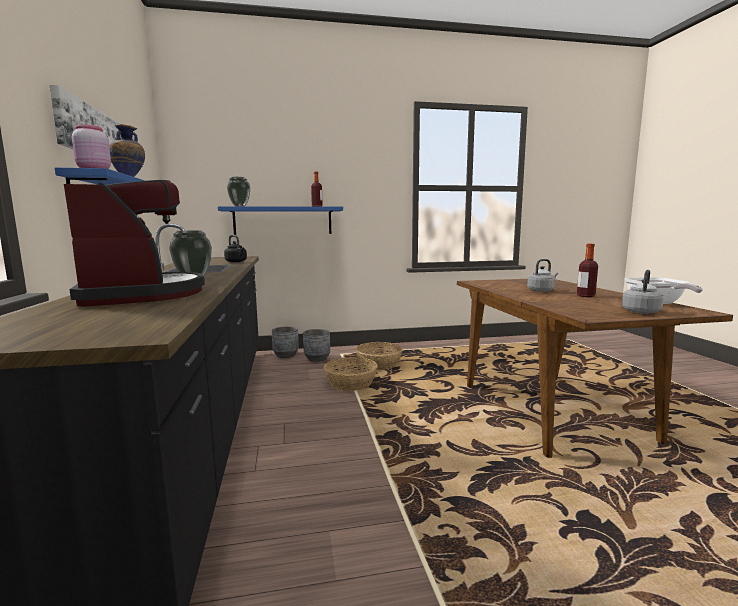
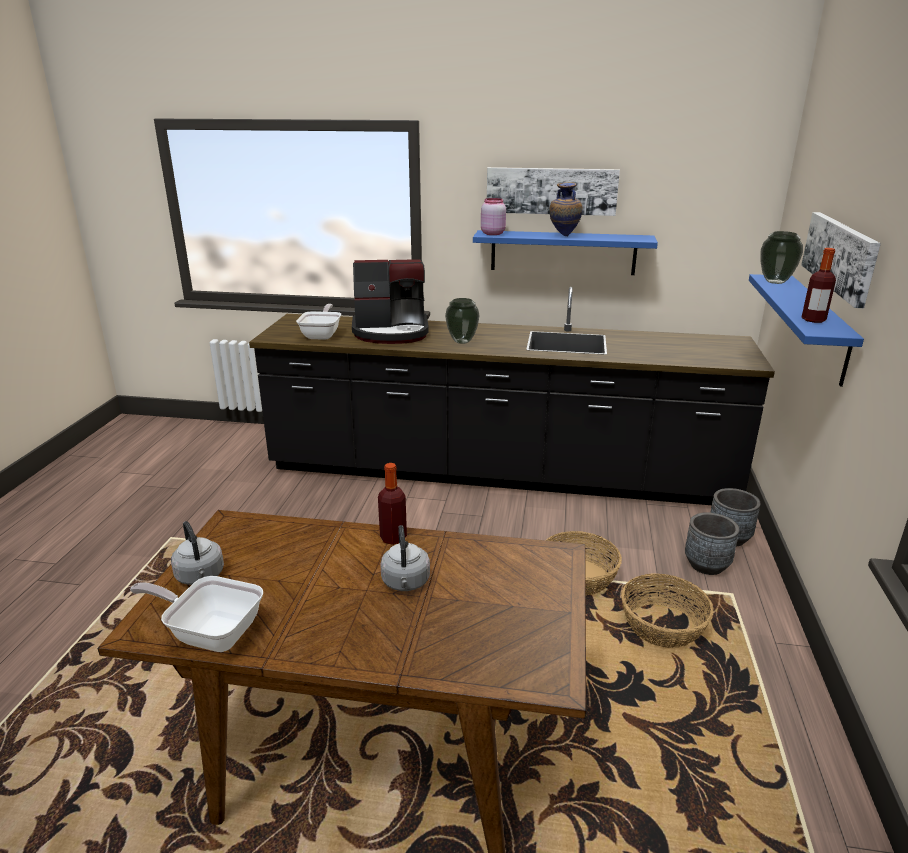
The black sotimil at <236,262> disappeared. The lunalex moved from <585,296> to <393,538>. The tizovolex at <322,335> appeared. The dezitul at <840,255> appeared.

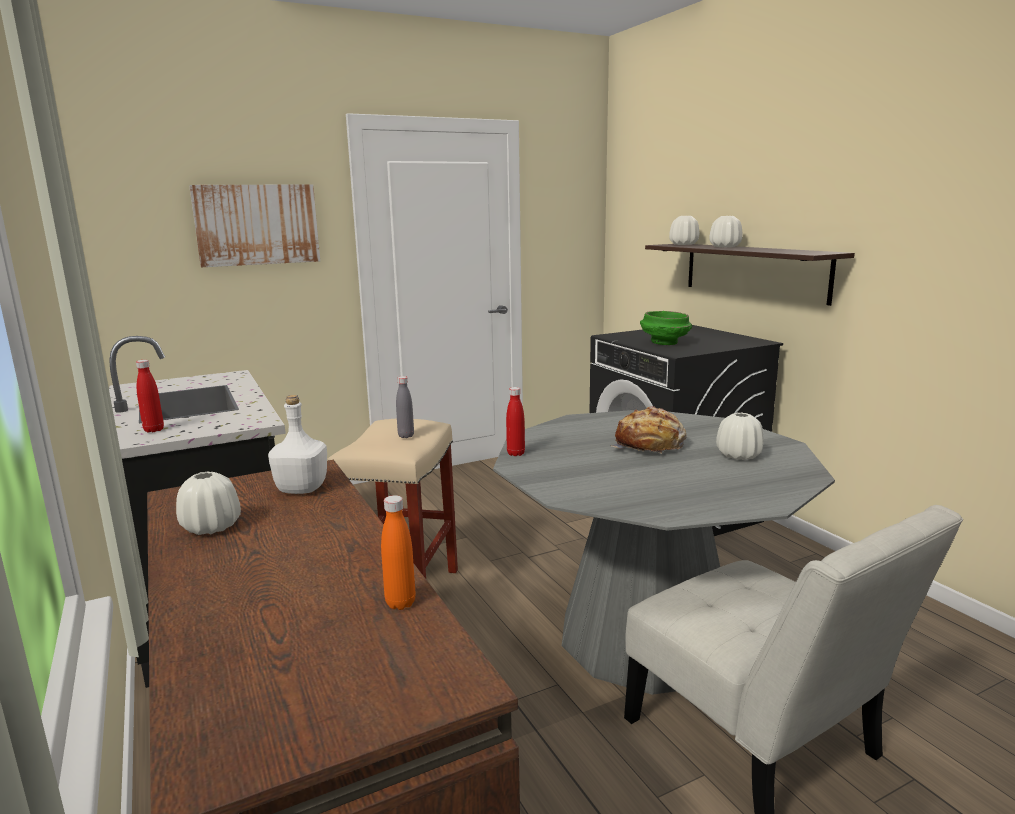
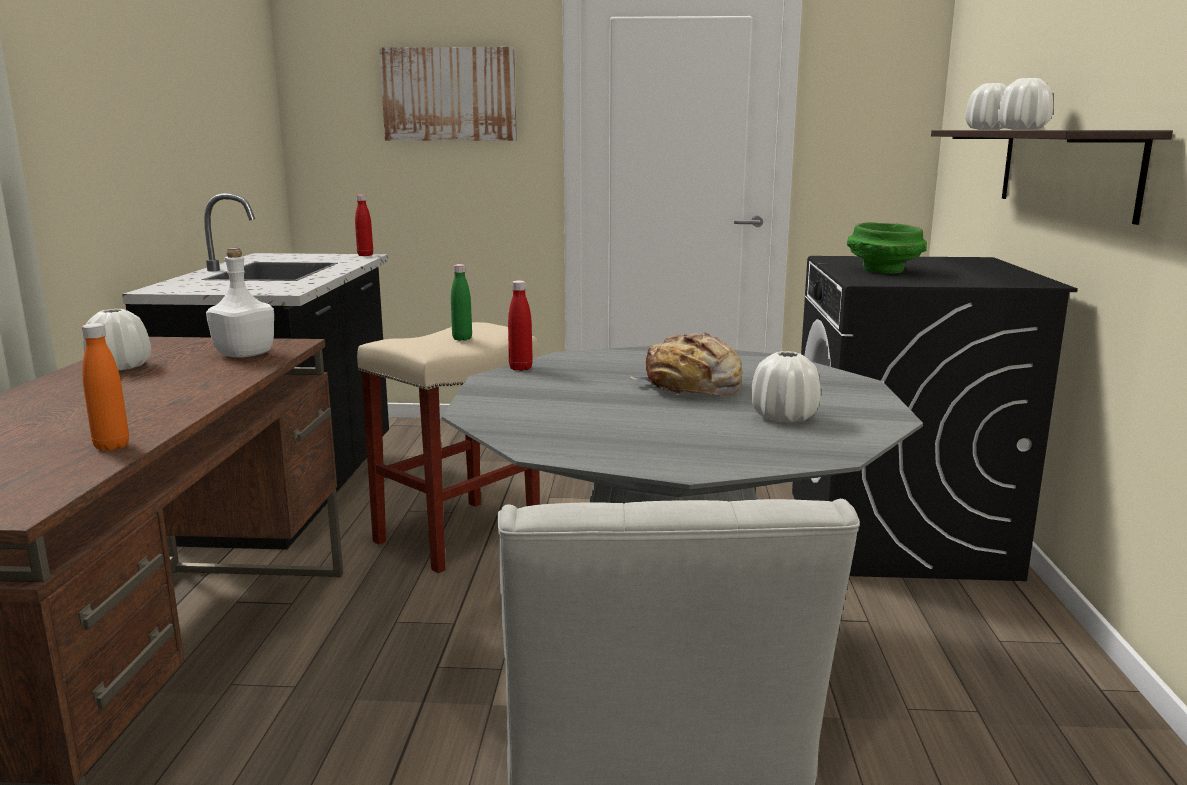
The red lunalex moved from <154,430> to <365,255>. The grey lunalex at <406,436> became the green lunalex at <462,339>.

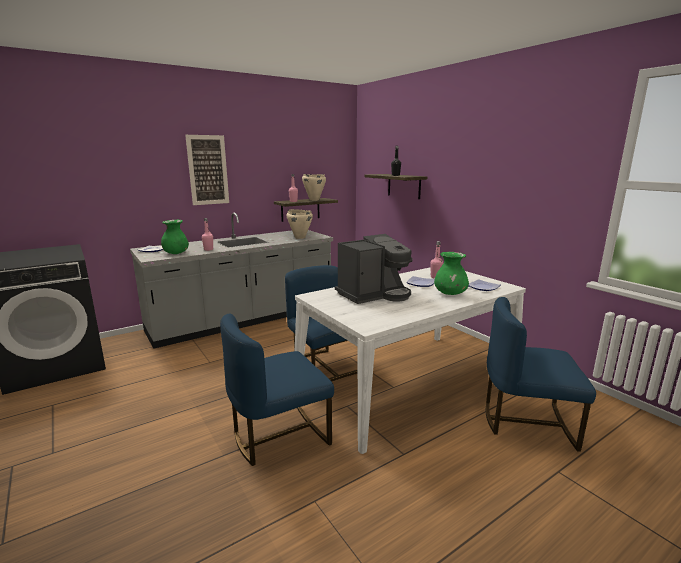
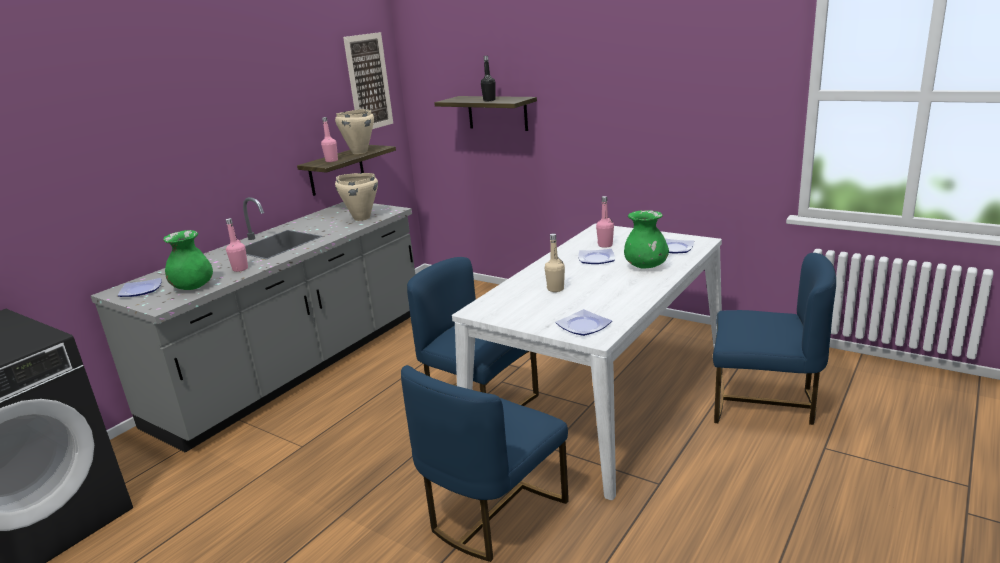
The dezitul moved from <208,170> to <369,82>. The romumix at <374,294> was replaced by the beige lunalex at <555,289>. The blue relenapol at <527,422> turned 150 degrees counterclockwise. The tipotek at <582,326> appeared.

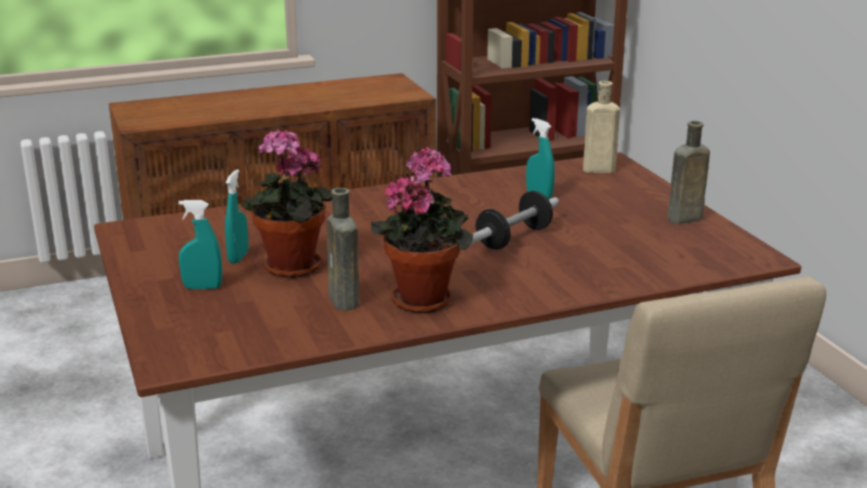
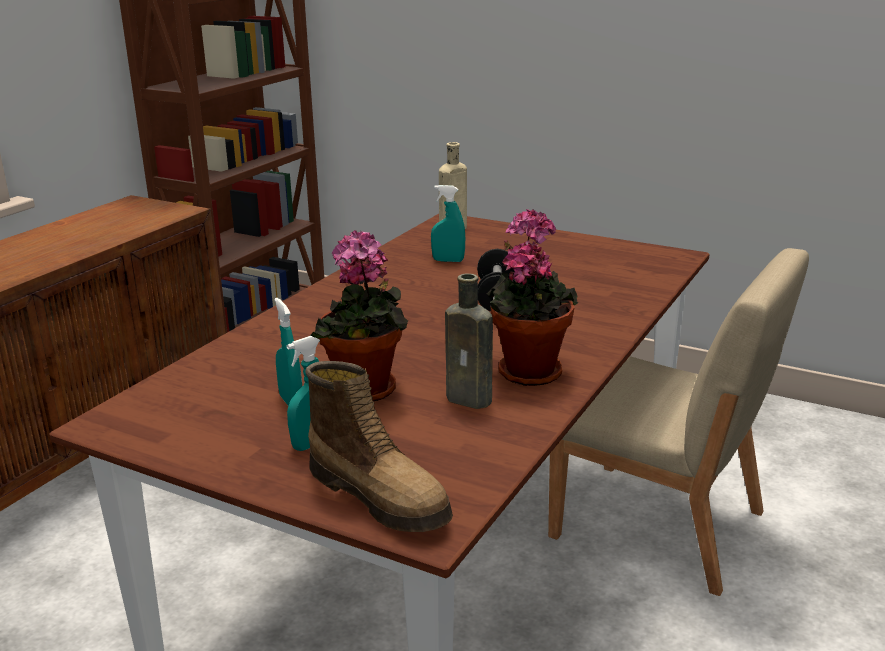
The brown lunalex at <682,219> disappeared. The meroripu at <380,496> appeared.

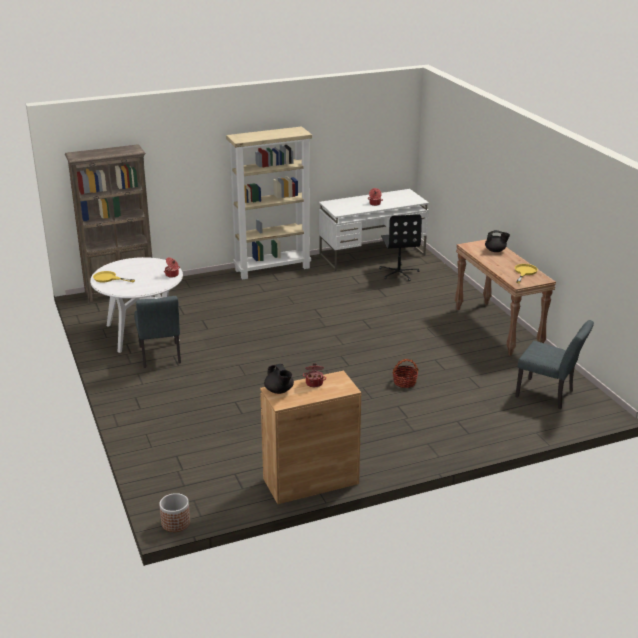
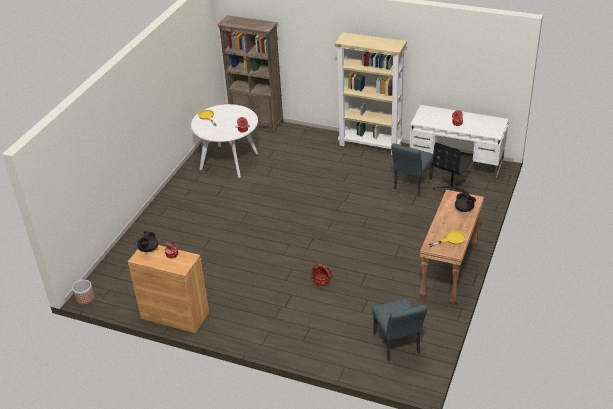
The grey relenapol moved from <160,357> to <411,185>.

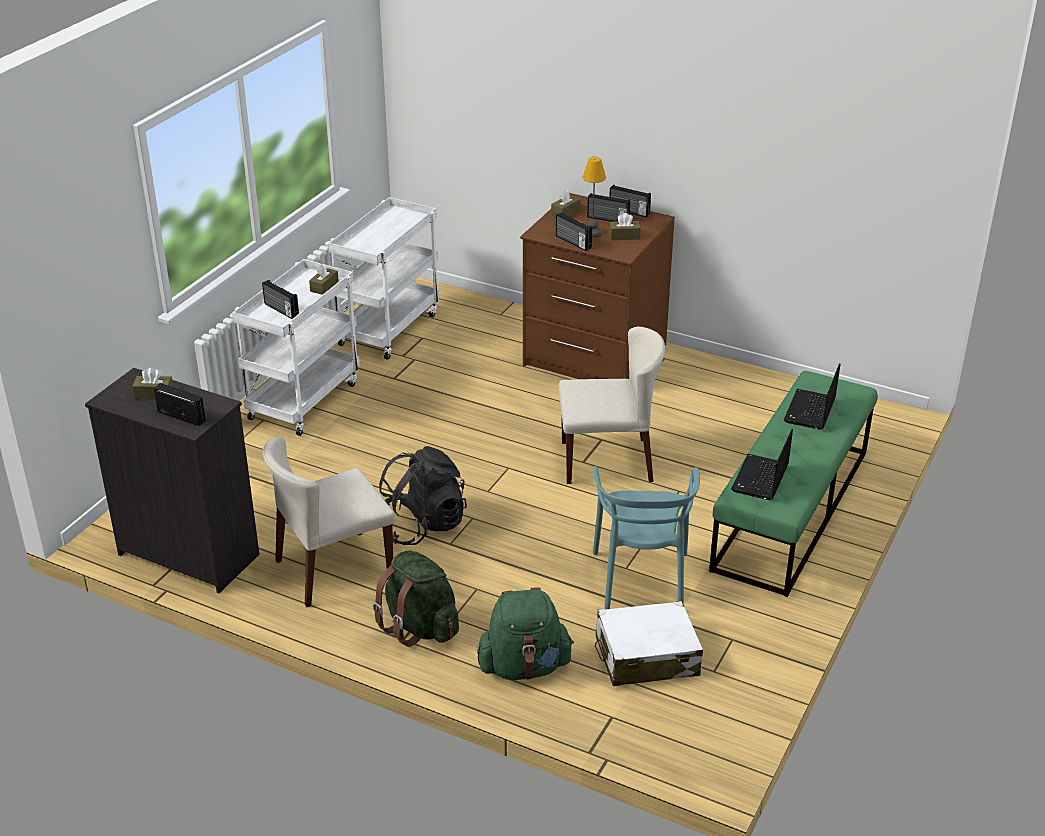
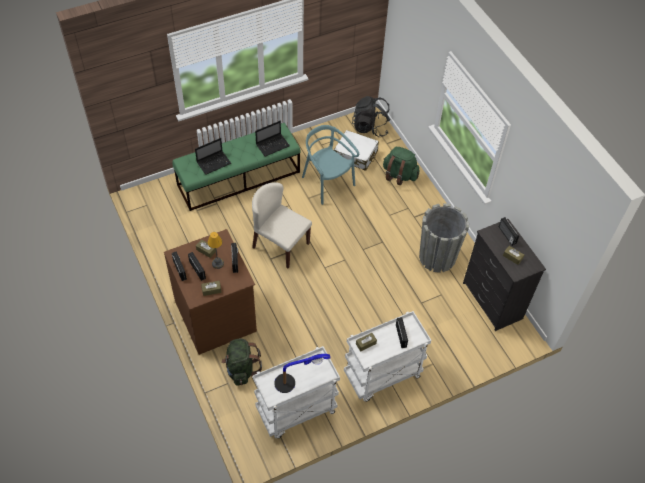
The beige relenapol at <333,569> was replaced by the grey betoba at <437,257>. The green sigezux moved from <419,626> to <241,369>. The black sigezux moved from <422,525> to <370,127>. The turquoise relenapol at <641,581> turned 75 degrees counterclockwise. The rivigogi at <296,380> appeared.

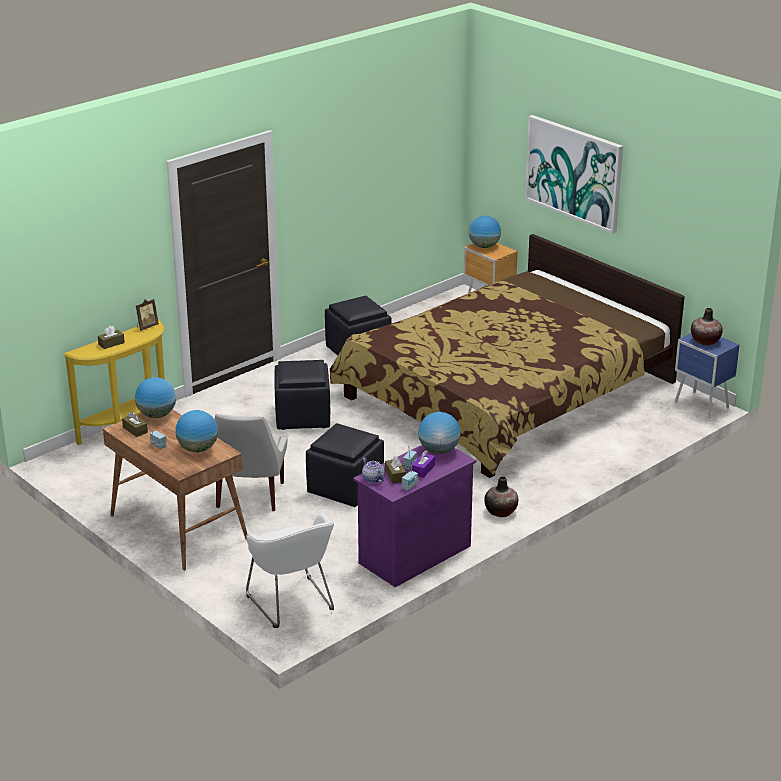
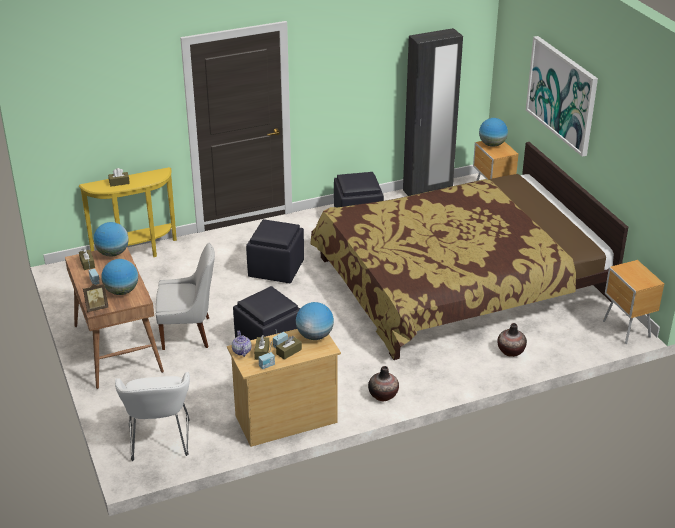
The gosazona moved from <146,326> to <97,308>. The white relenapol at <249,497> turned 120 degrees counterclockwise. The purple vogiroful at <414,554> became the beige vogiroful at <285,419>. The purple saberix at <423,470> became the brown saberix at <289,351>. The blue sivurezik at <702,406> became the brown sivurezik at <626,330>. The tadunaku moved from <705,341> to <510,351>. The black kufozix at <427,190> appeared.

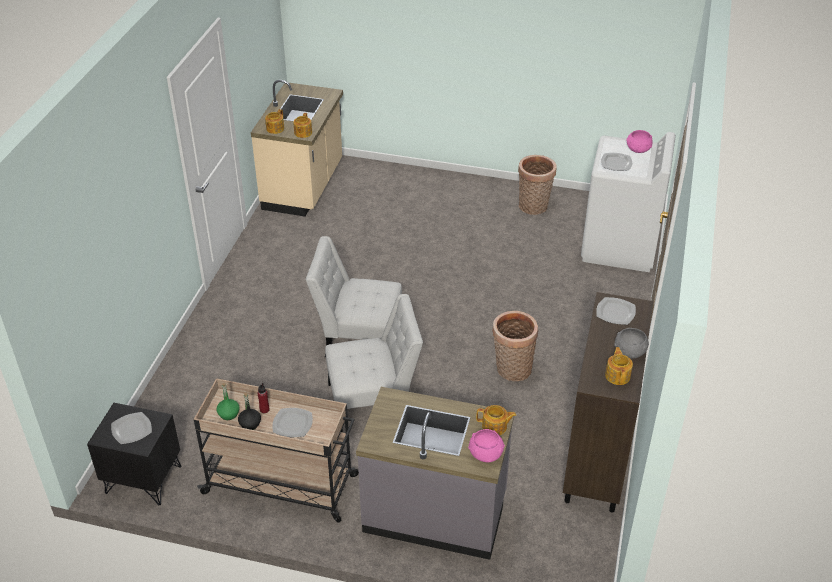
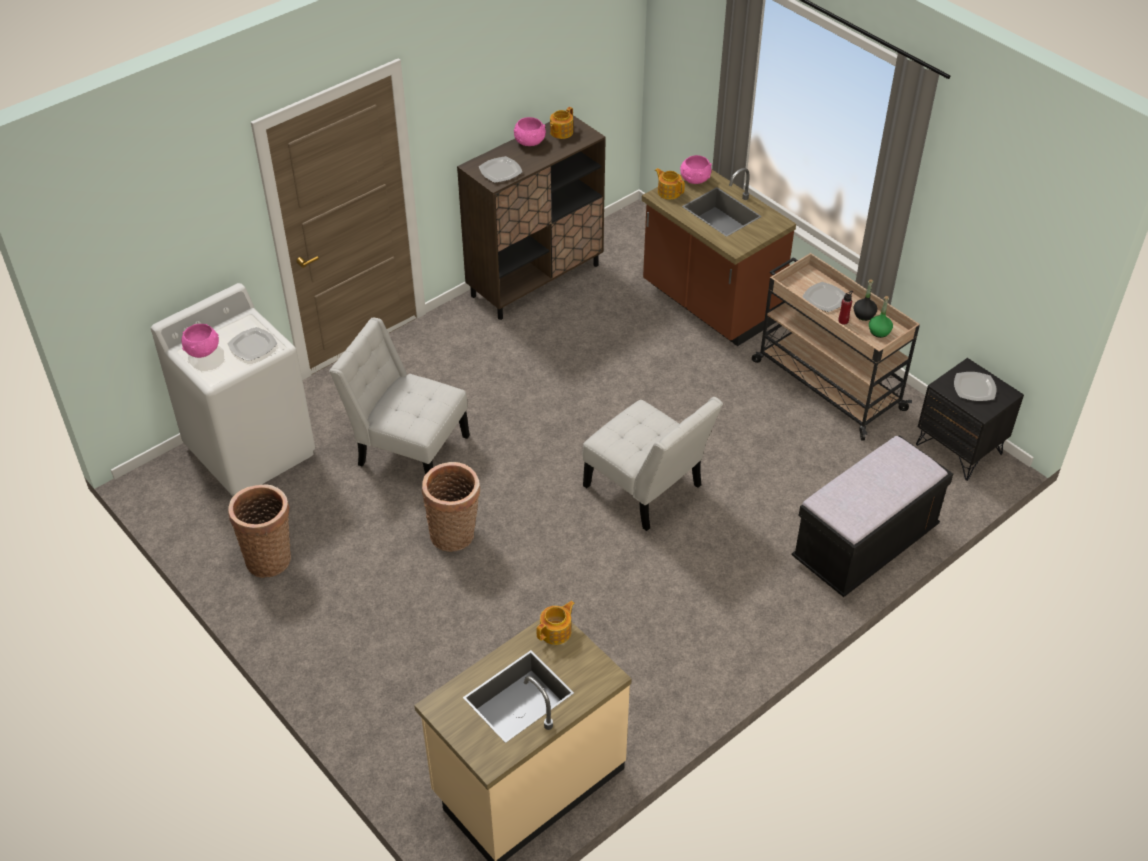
The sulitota at <274,129> disappeared. The white relenapol moved from <374,401> to <408,448>. The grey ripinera at <435,513> became the brown ripinera at <709,304>. The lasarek moved from <511,370> to <455,535>. The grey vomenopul at <629,352> became the pink vomenopul at <530,142>. The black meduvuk at <864,545> appeared.

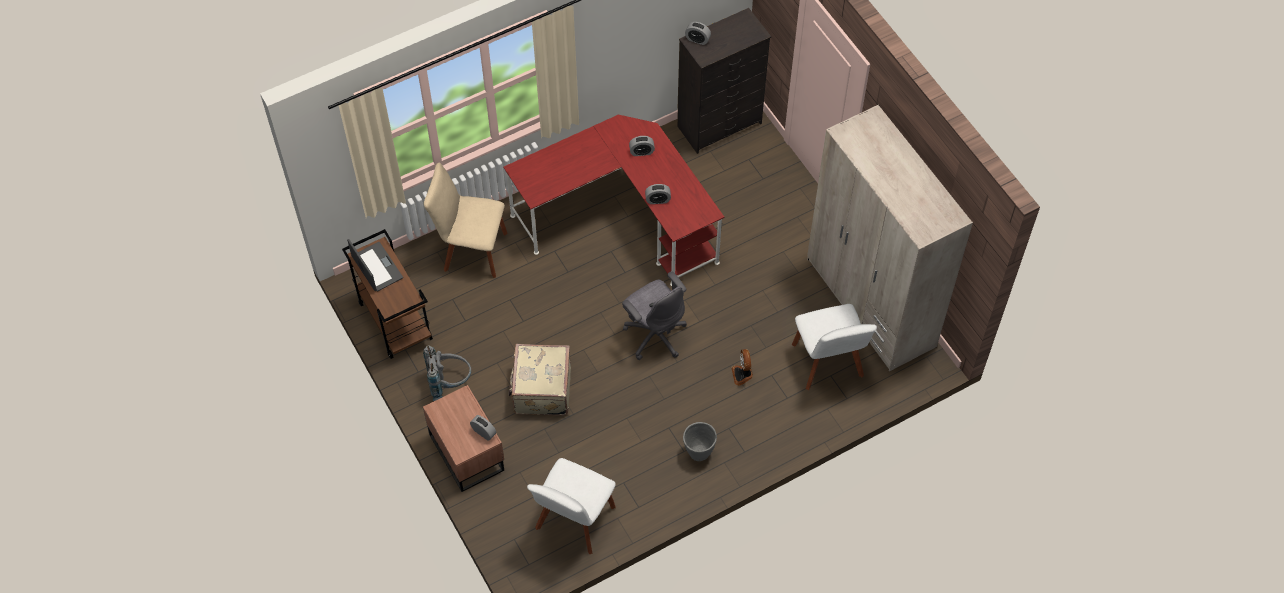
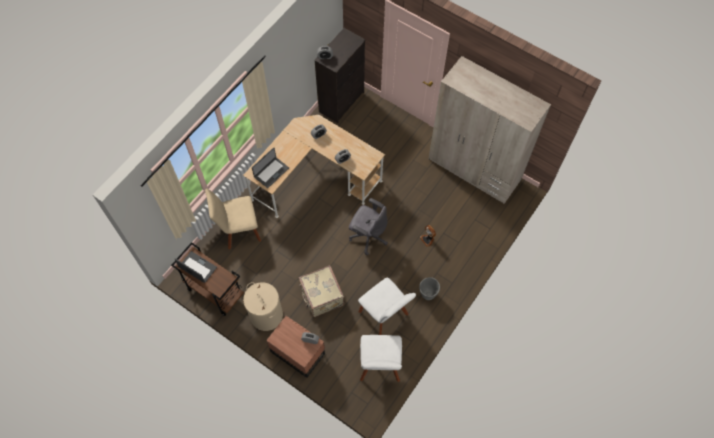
The grey sigezux at <449,383> was replaced by the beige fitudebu at <266,315>. The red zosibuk at <620,219> became the beige zosibuk at <314,177>. The white relenapol moved from <828,364> to <385,315>. The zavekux at <271,172> appeared.

